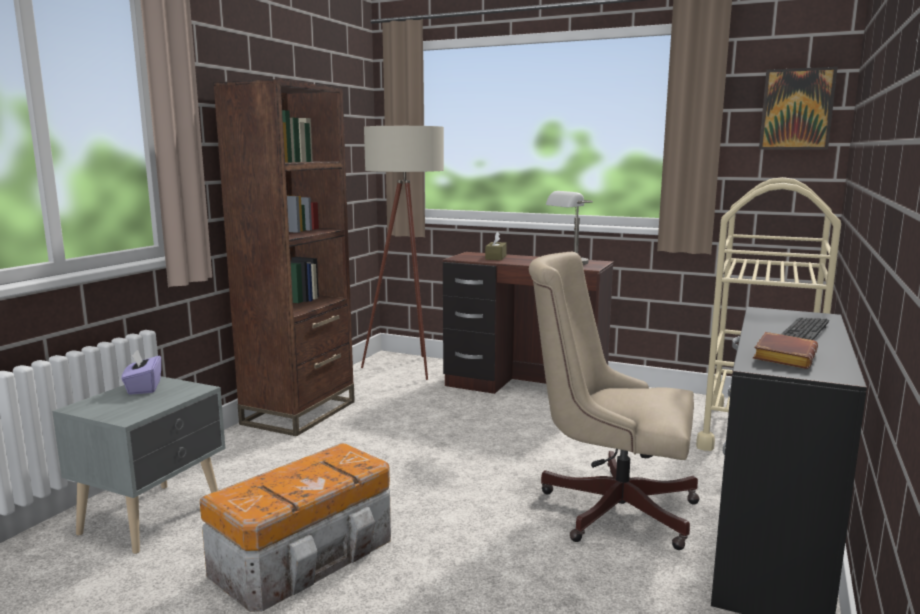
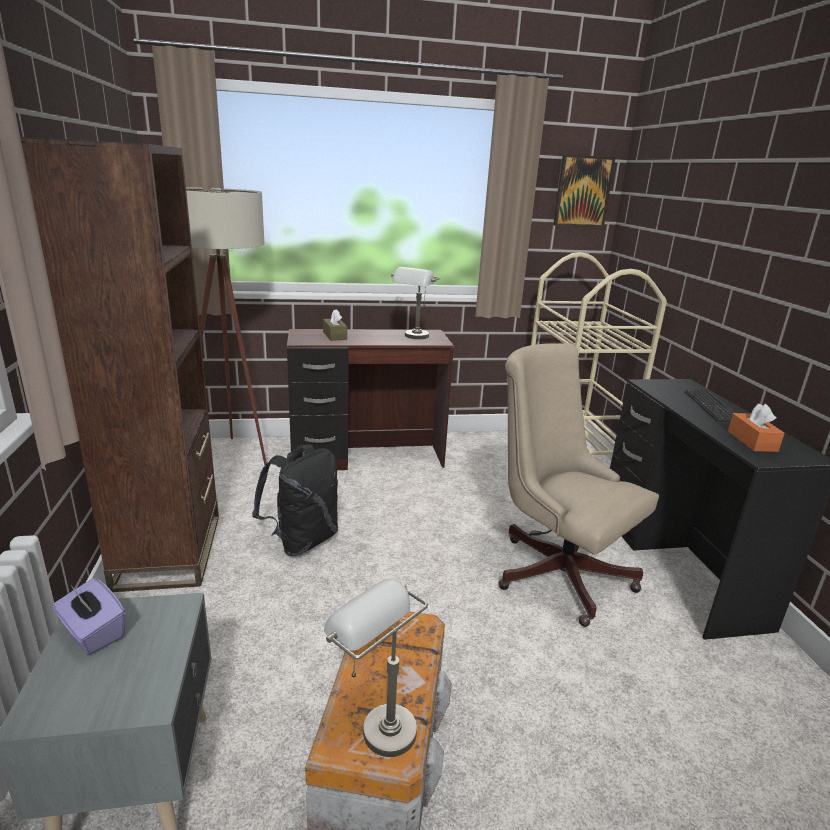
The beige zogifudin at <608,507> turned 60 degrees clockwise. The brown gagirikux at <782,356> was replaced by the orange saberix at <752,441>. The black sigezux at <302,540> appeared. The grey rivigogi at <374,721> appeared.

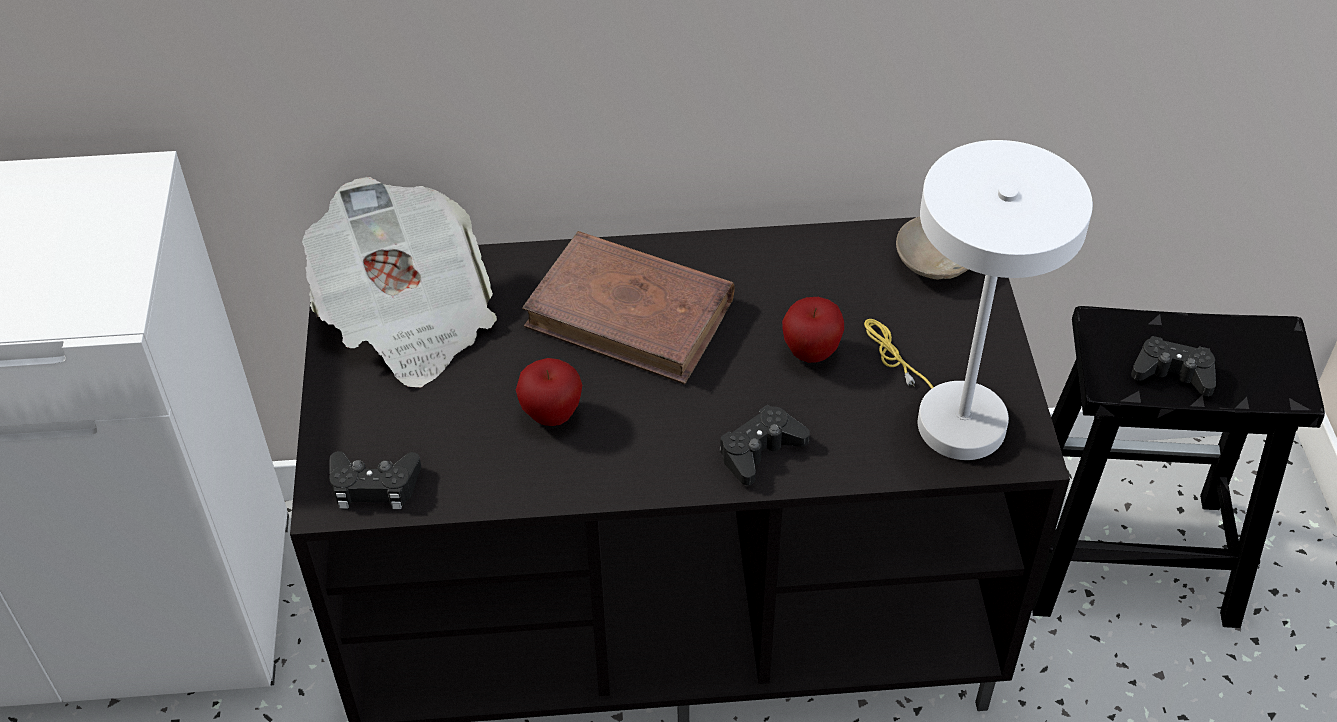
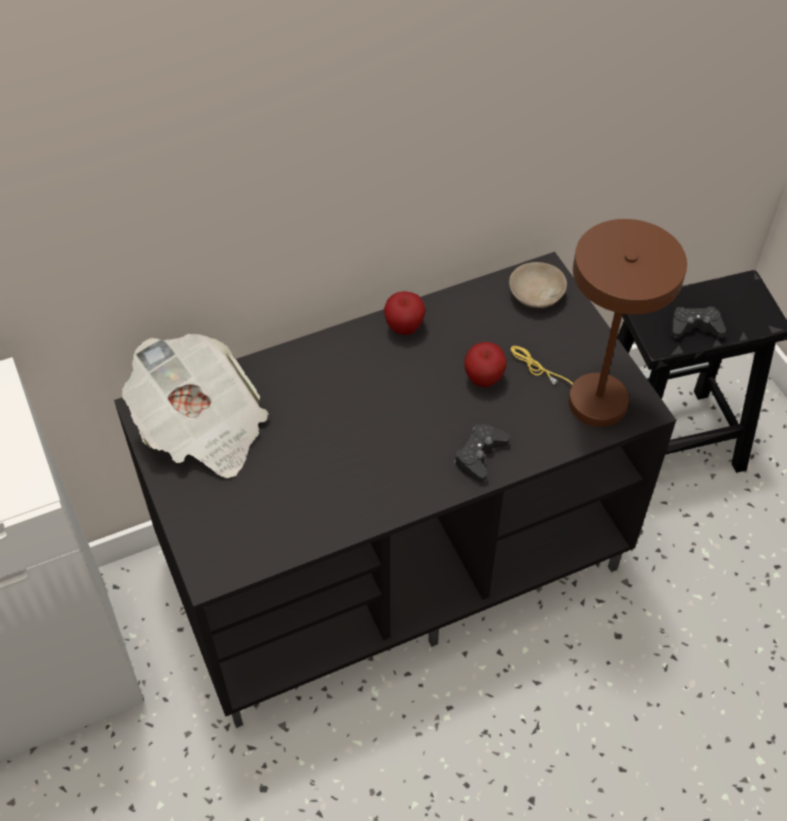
The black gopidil at <374,486> disappeared. The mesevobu moved from <551,415> to <404,328>. The brown gagirikux at <631,314> disappeared. The white rivigogi at <949,414> became the brown rivigogi at <586,397>.

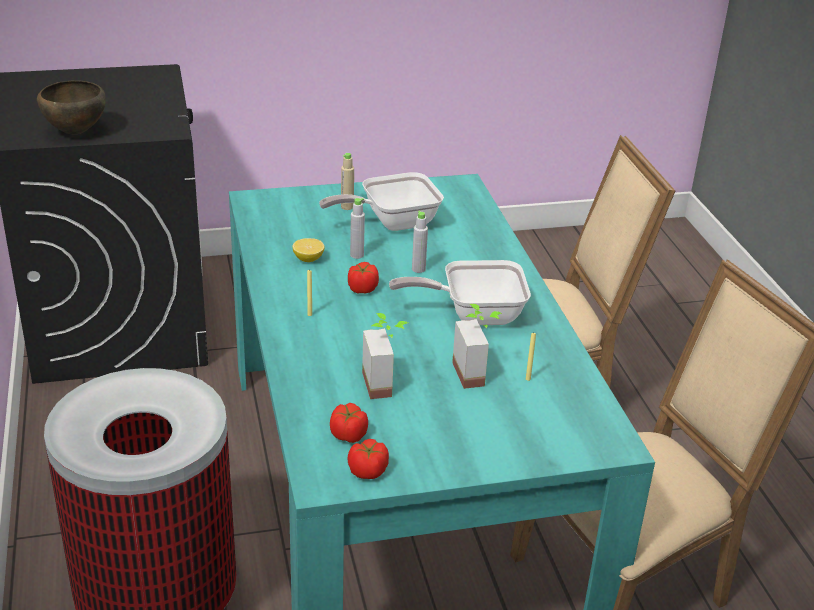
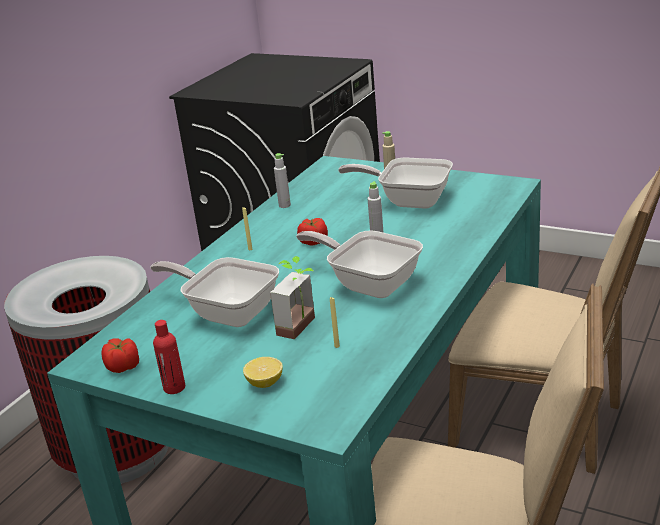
The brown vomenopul at <75,132> disappeared. The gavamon moved from <308,259> to <265,383>. The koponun at <349,435> disappeared. The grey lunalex moved from <357,255> to <284,205>. The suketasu at <386,383> was replaced by the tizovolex at <227,312>. The red lunalex at <174,388> appeared.

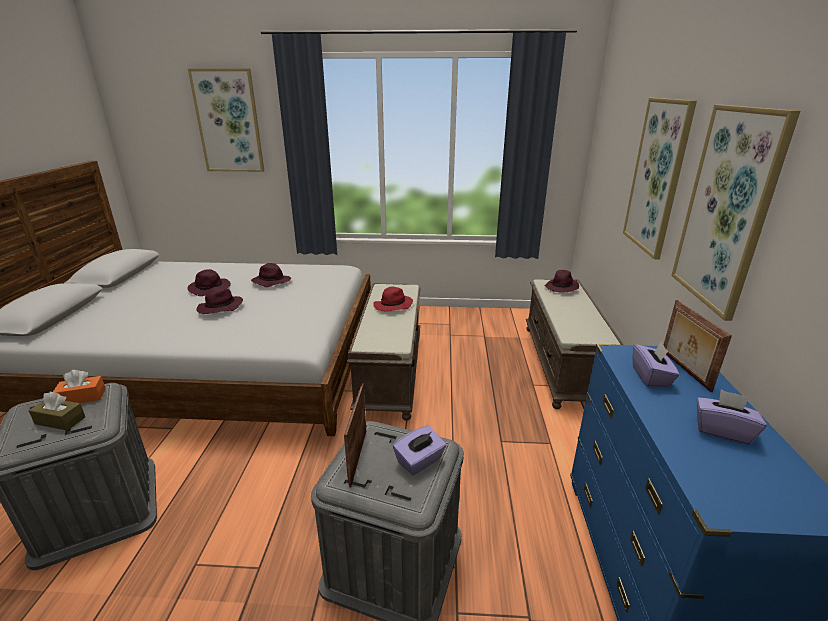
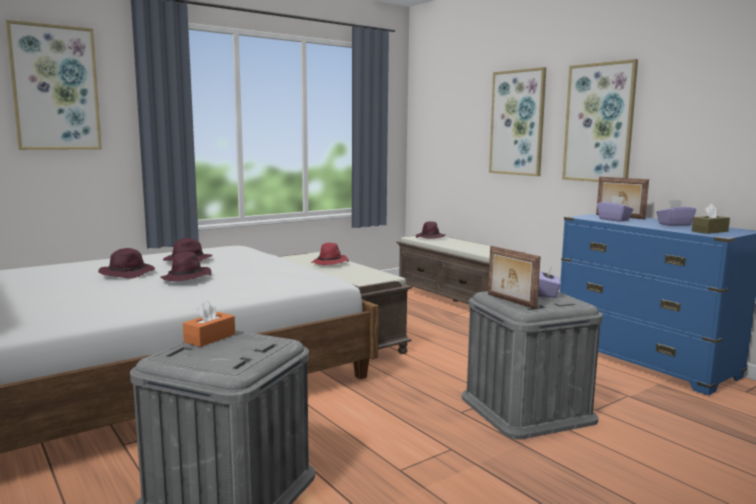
The brown saberix moved from <60,420> to <709,231>.

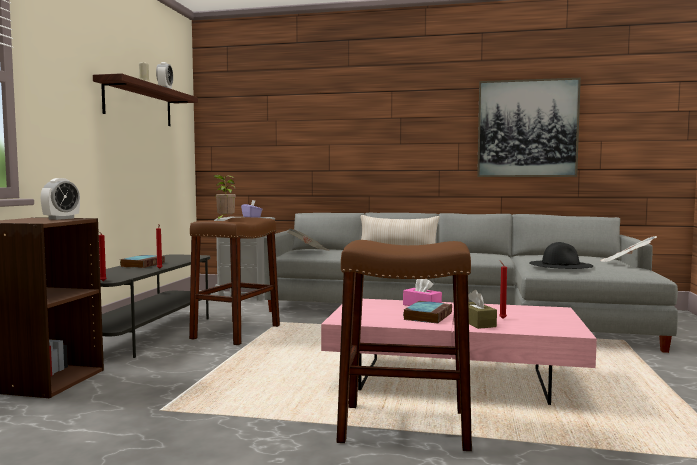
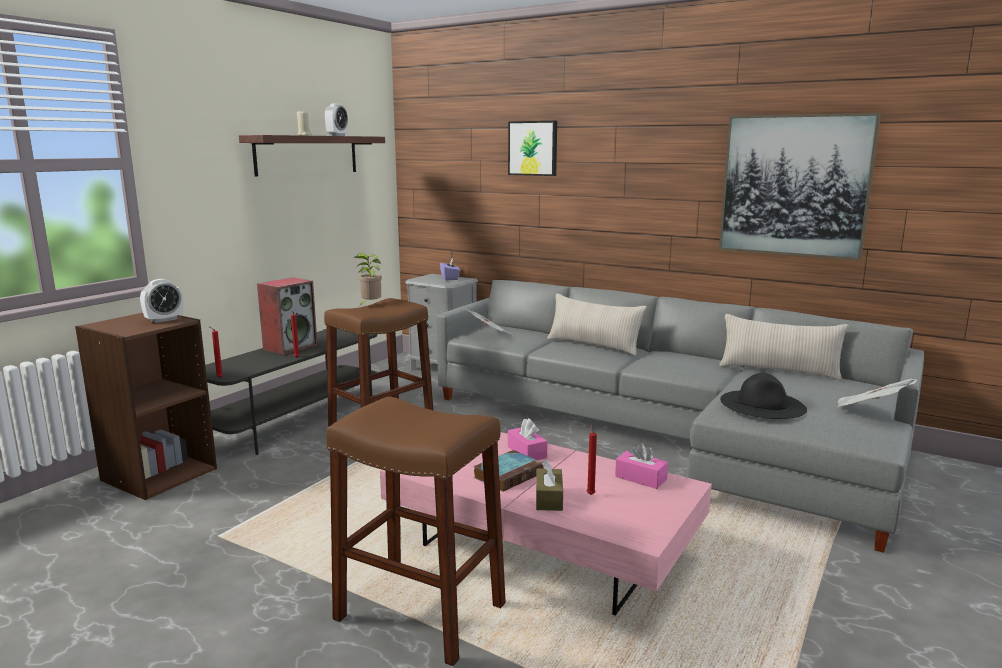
The gagirikux at <143,264> was replaced by the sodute at <290,347>. The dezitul at <533,148> appeared. The pink saberix at <640,478> appeared. The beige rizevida at <779,370> appeared.

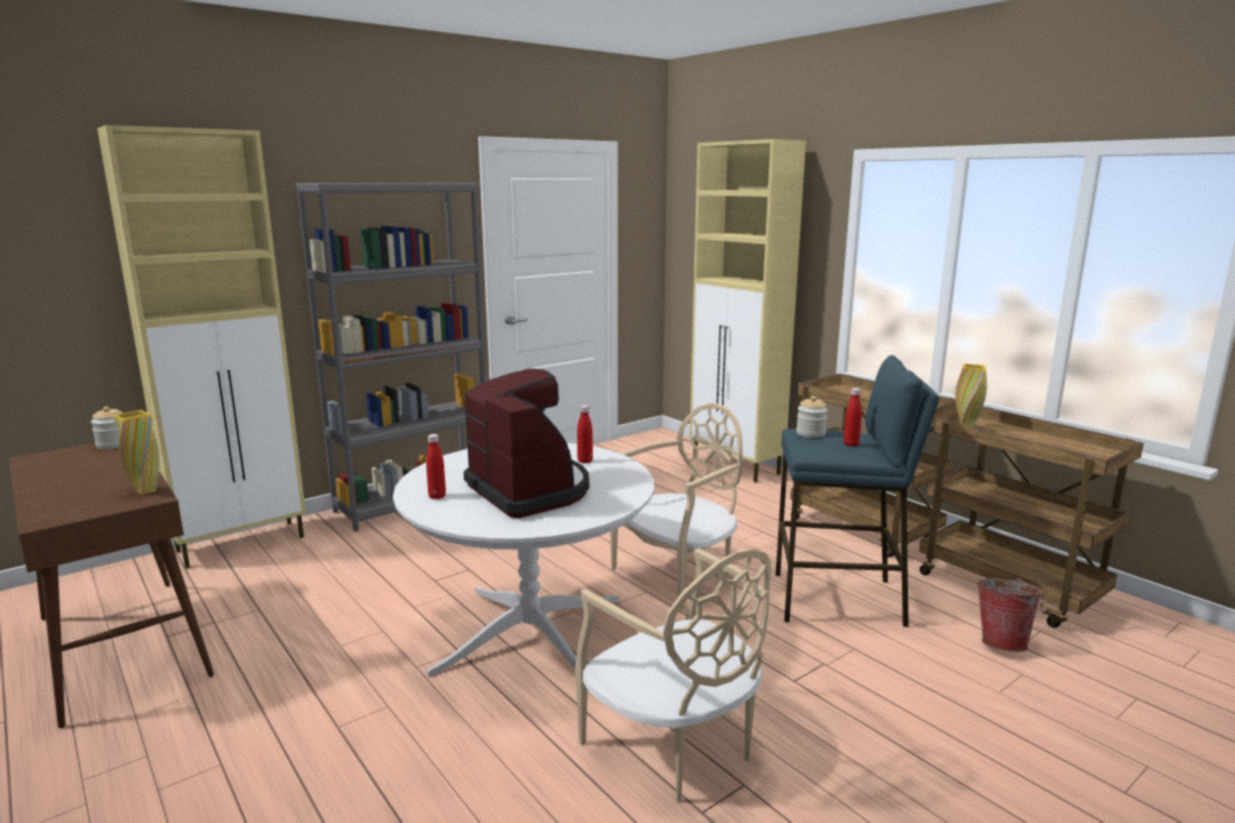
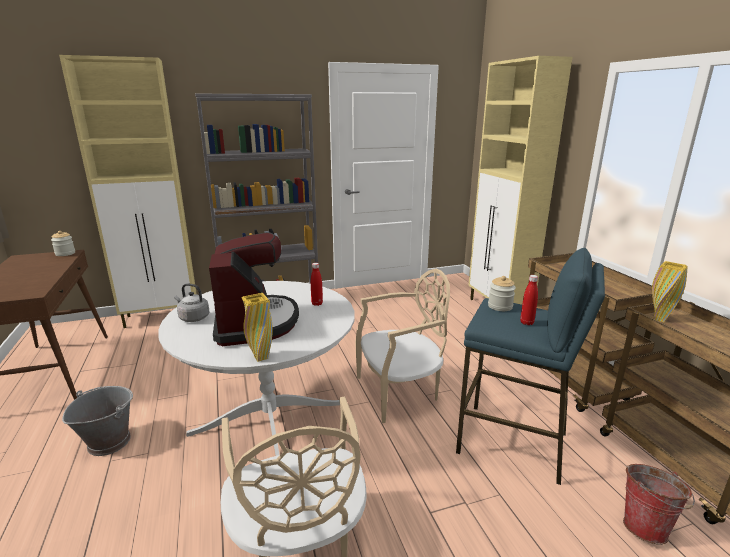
The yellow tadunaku moved from <146,491> to <261,357>. The red lunalex at <437,496> was replaced by the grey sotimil at <193,318>. The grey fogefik at <109,441> appeared.

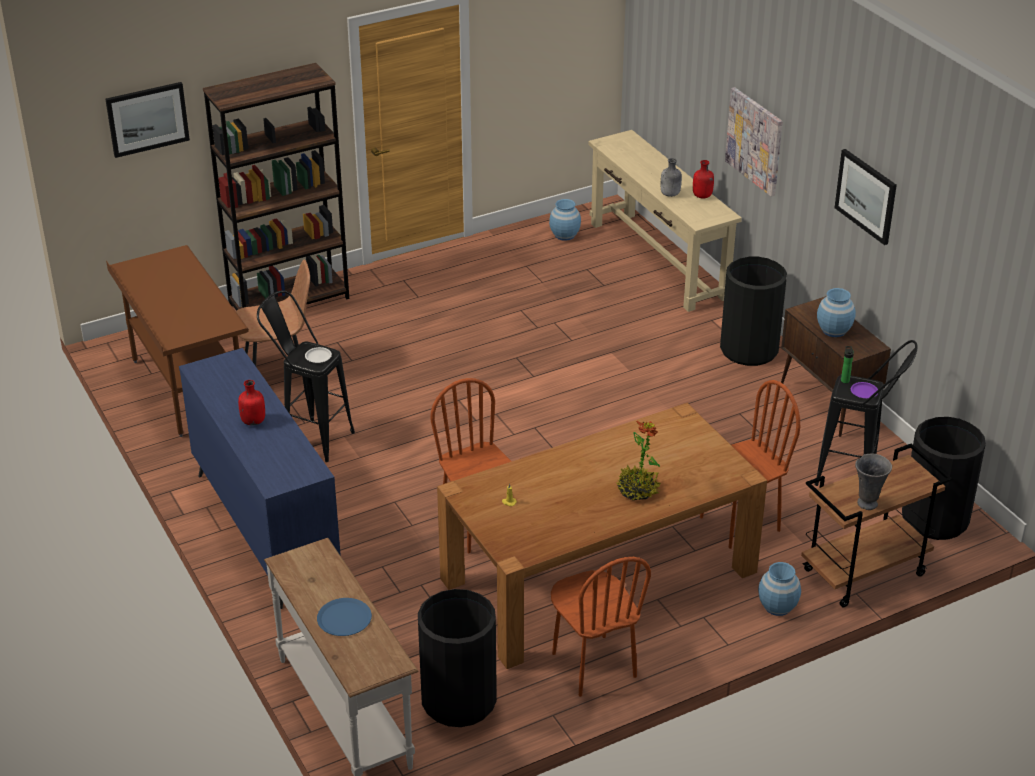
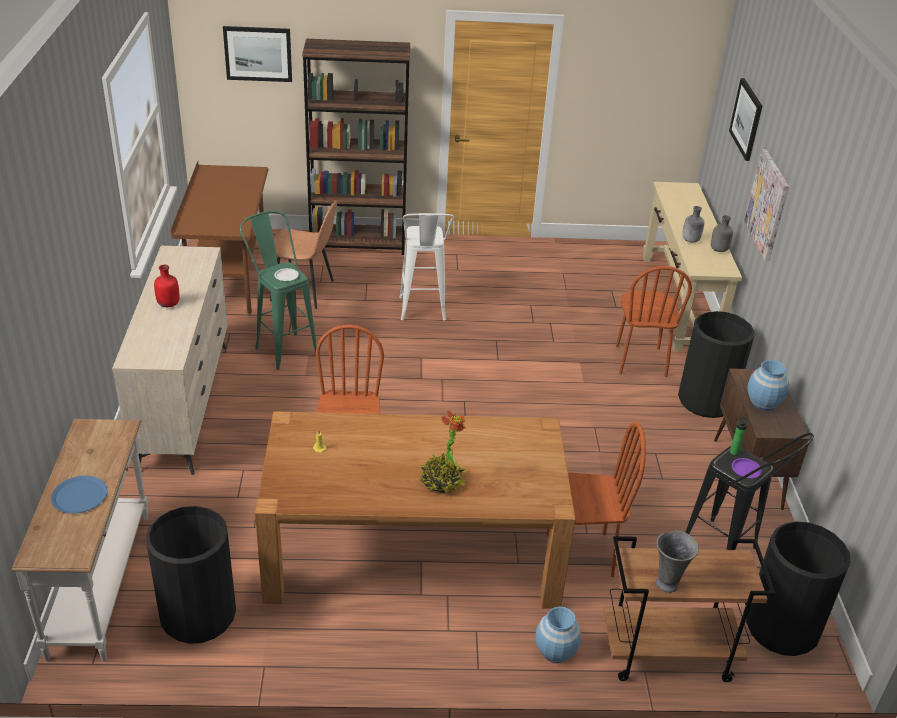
The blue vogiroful at <266,529> became the beige vogiroful at <185,405>. The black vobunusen at <309,437> became the green vobunusen at <282,347>. The blue tadunaku at <564,235> disappeared. The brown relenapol moved from <593,665> to <640,361>. The red lunalex at <702,196> became the grey lunalex at <719,250>. The dezitul moved from <866,196> to <746,119>. The white vobunusen at <422,314> appeared.

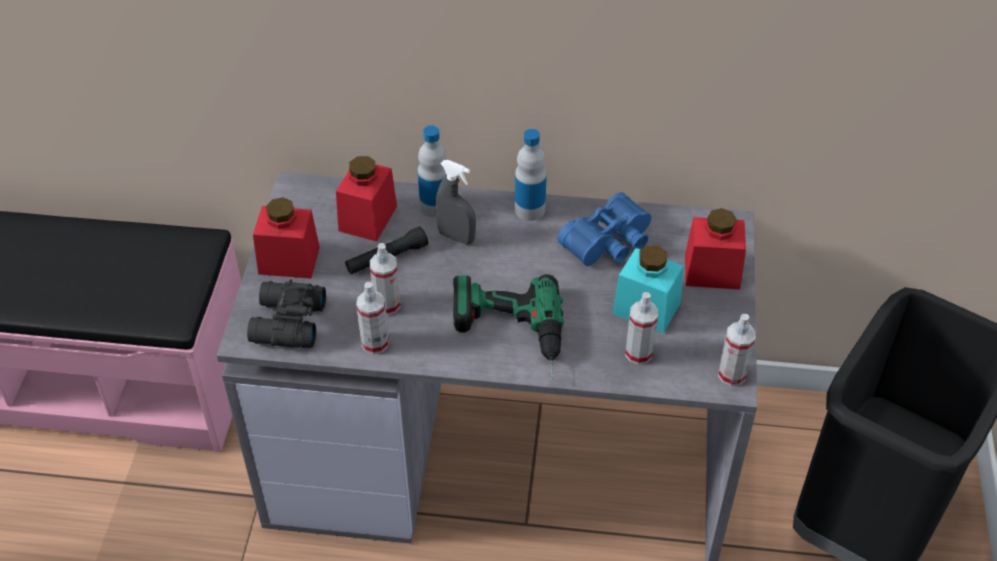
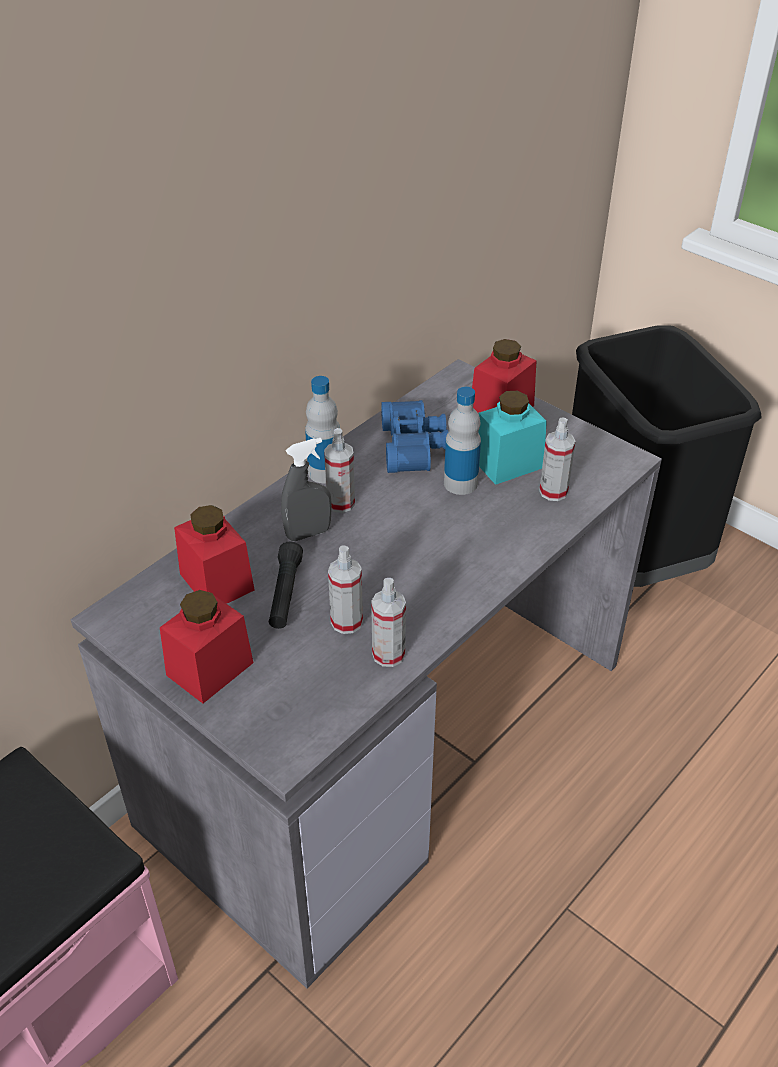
The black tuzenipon at <286,324> disappeared. The lunalex moved from <435,206> to <460,483>. The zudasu at <508,336> disappeared. The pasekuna moved from <732,374> to <340,503>.

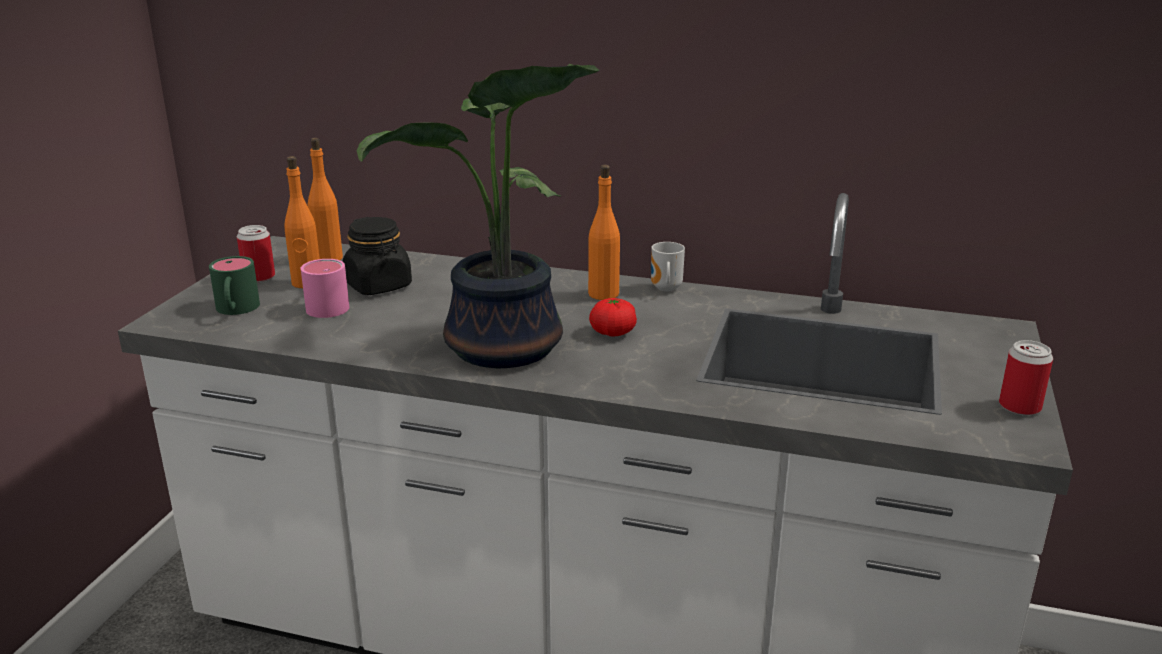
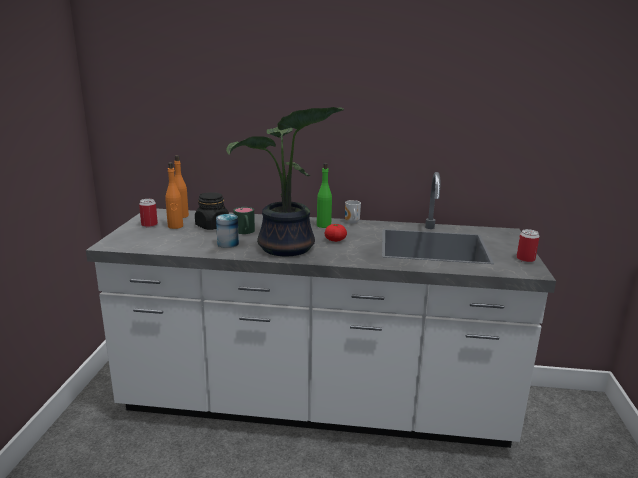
The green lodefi moved from <236,310> to <245,232>. The pink lodefi at <328,304> disappeared. The orange lunalex at <604,294> became the green lunalex at <324,225>. The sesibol at <228,244> appeared.

